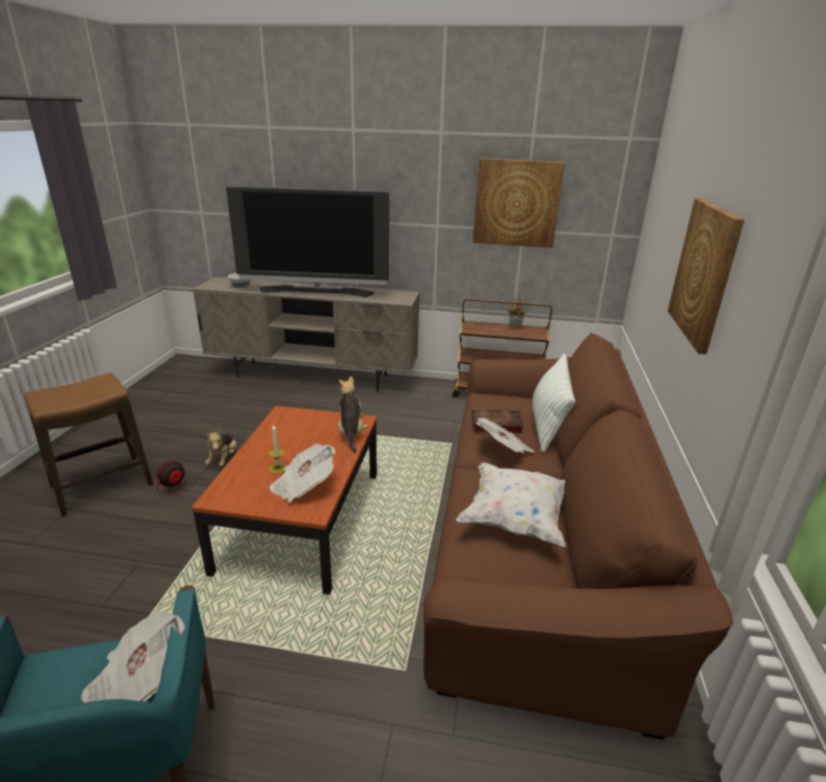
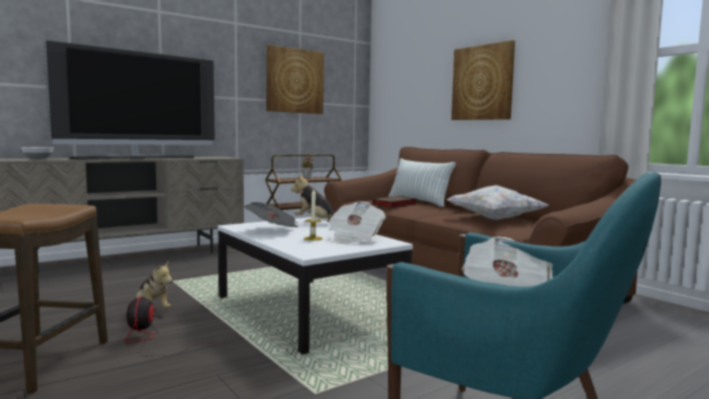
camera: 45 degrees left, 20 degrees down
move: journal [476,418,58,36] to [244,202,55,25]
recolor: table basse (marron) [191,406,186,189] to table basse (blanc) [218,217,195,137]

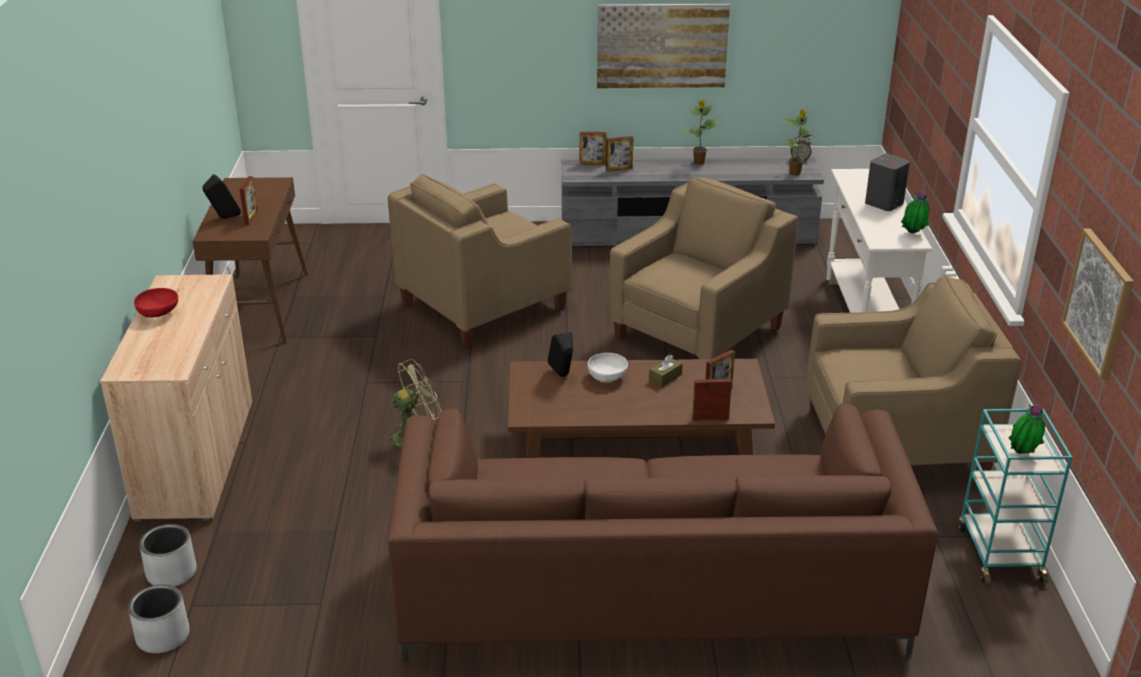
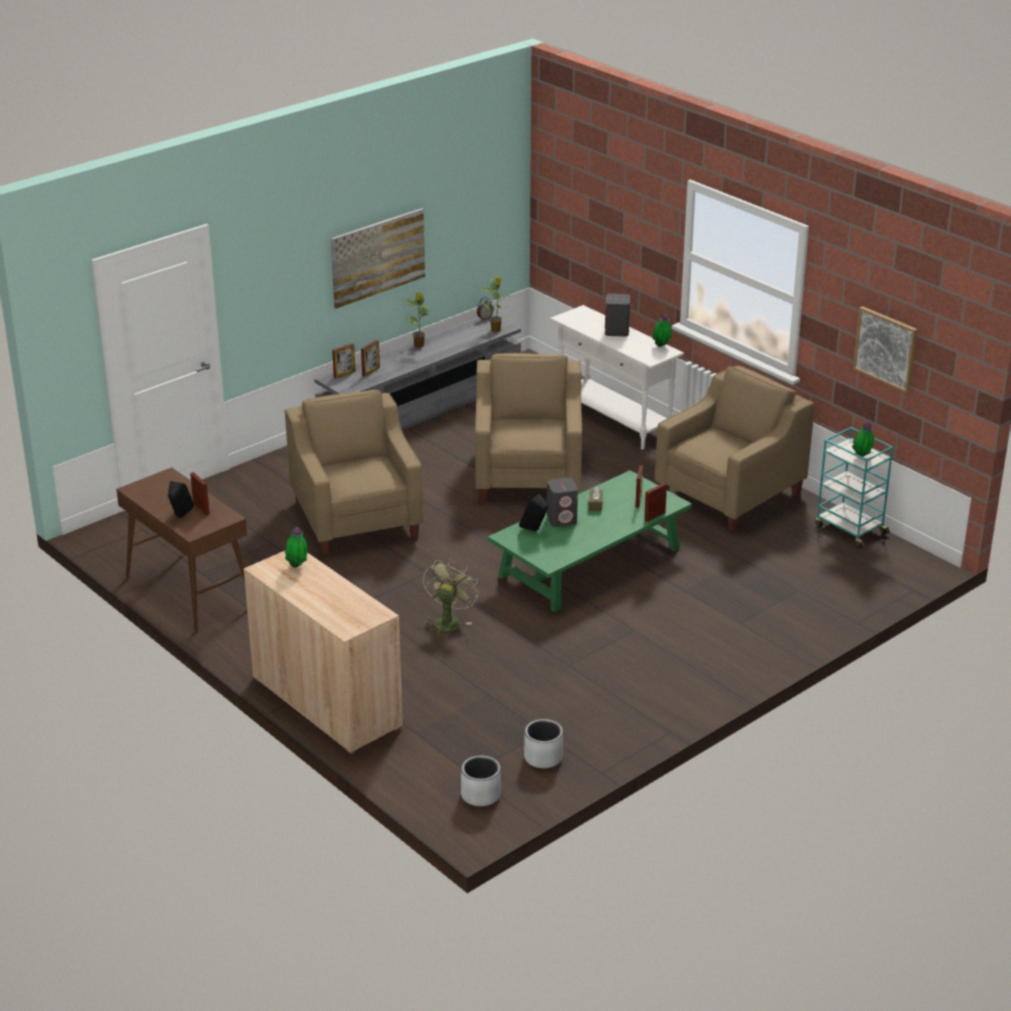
camera: 40 degrees left, 0 degrees up
delete: bol (rouge) [134,288,44,30]; canapé (marron) [388,404,550,259]
insert: plante en pot [285,527,23,41]
move: cache-pot (gris) [139,524,58,63] to [524,719,39,49]
replace: bol (blanc) [588,353,40,29] to enceinte (gris) [547,477,31,50]
recolor: table basse (marron) [508,359,267,99] to table basse (vert) [488,470,204,142]
rotate: fauteuil (beige) [388,174,184,174] = [285,390,138,166] 150 degrees clockwise

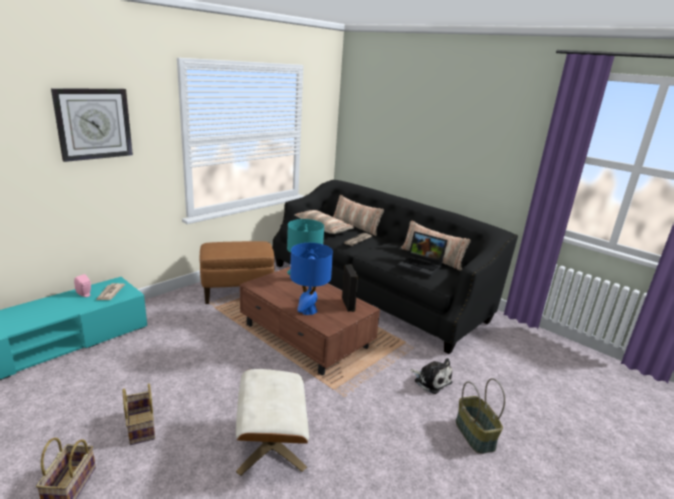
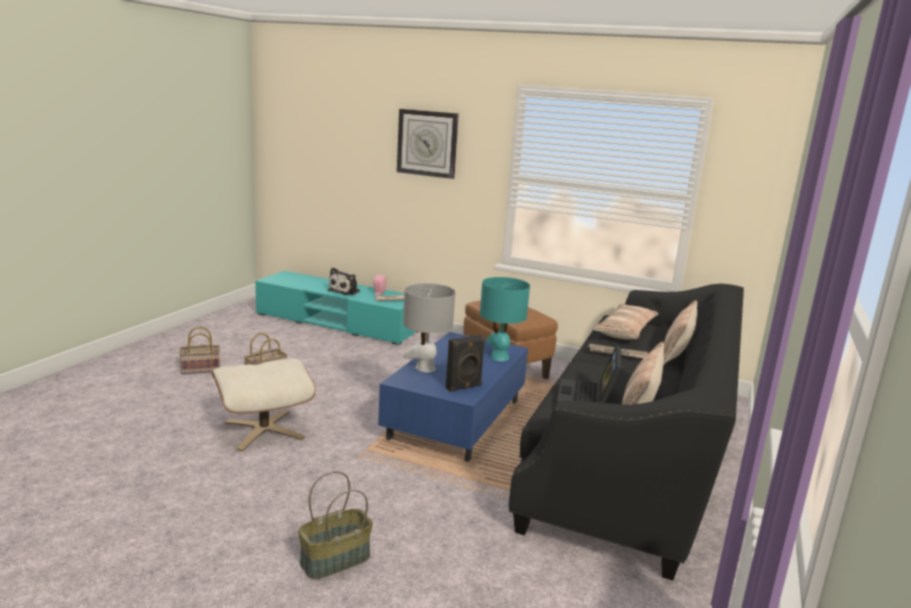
camera: 70 degrees right, 5 degrees down
move: peluche [410,358,42,36] to [327,268,33,27]
recolor: table basse (marron) [240,267,140,109] to table basse (bleu) [378,332,150,130]; lampe de table (bleu) [290,243,43,72] to lampe de table (gris) [403,283,52,90]

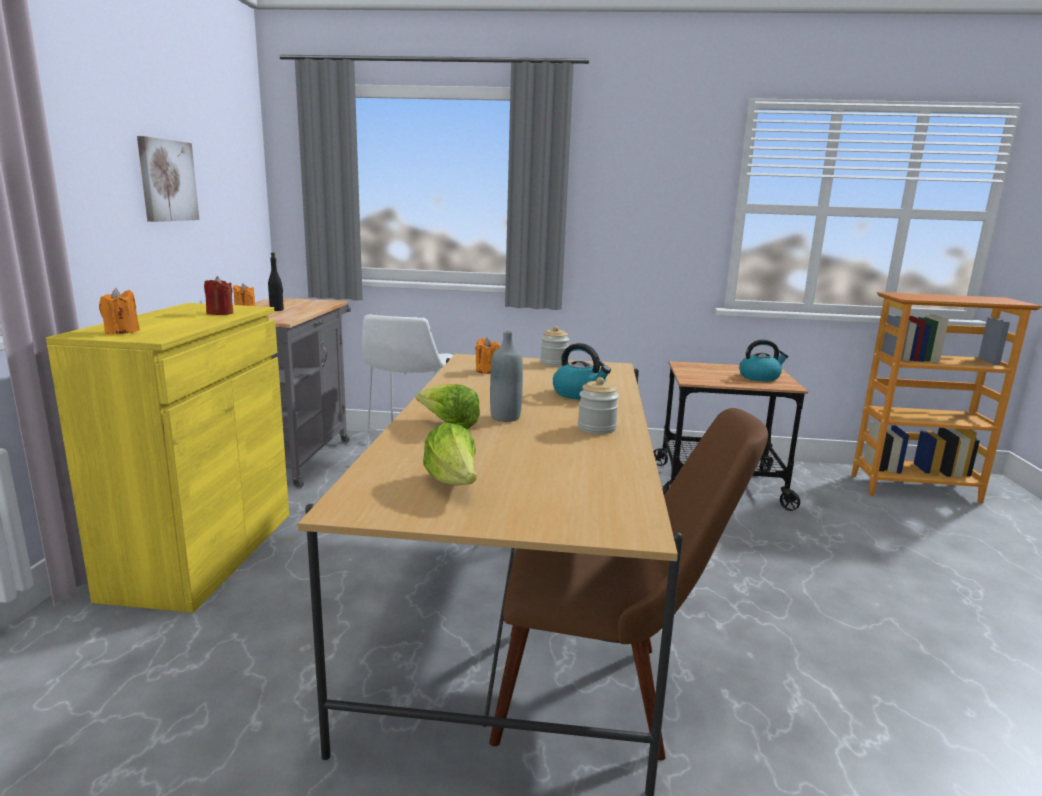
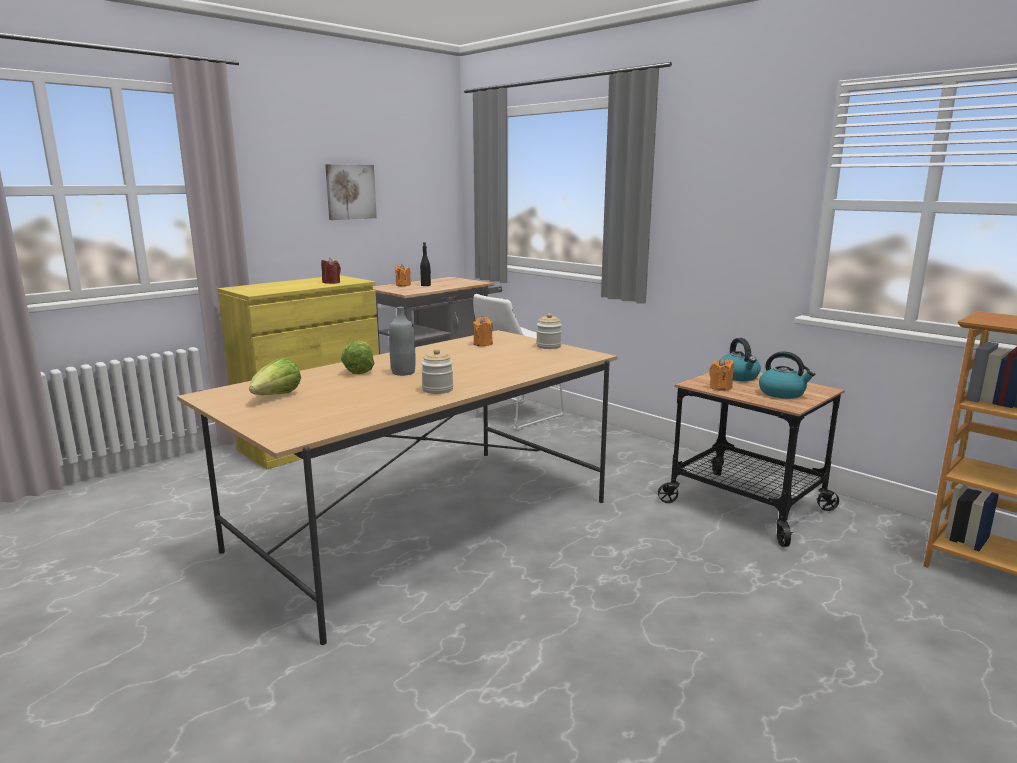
camera: 40 degrees right, 0 degrees up
delete: chaise (marron) [489,408,279,352]
move: bougie (orange) [99,288,41,46] to [709,358,25,33]; bouilloire [553,343,58,57] to [719,338,42,43]

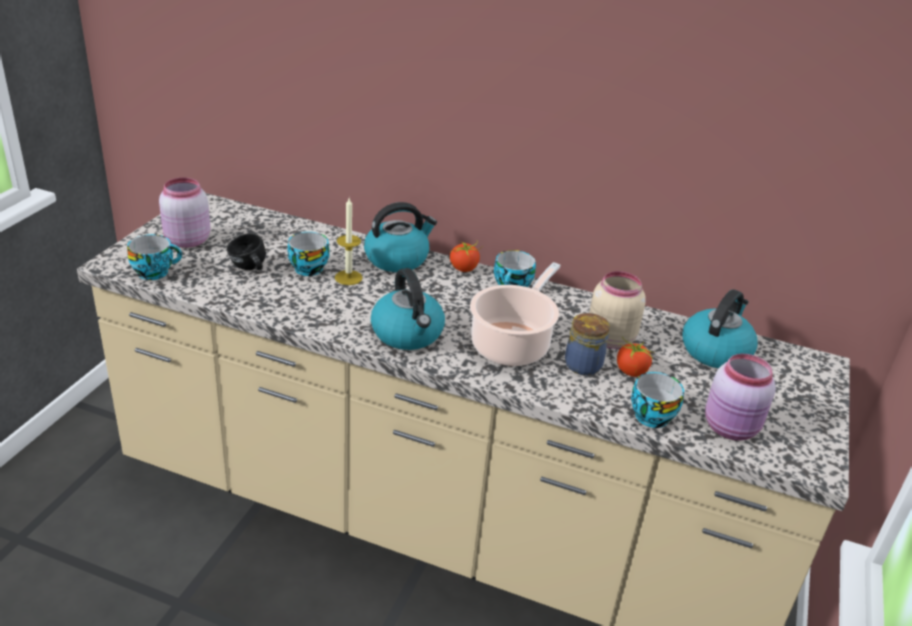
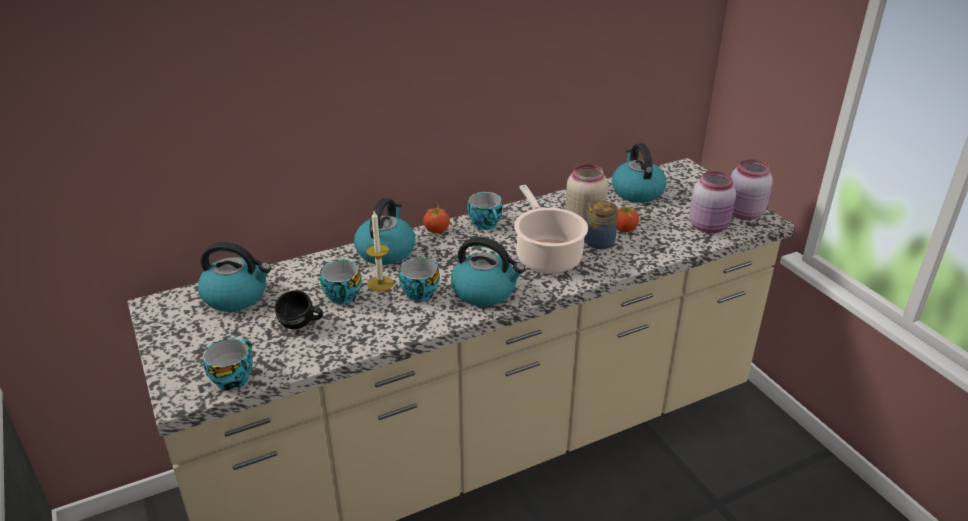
camera: 45 degrees left, 0 degrees up
insert: bouilloire [198,242,73,70]
move: bocal (rose) [159,178,52,70] to [731,159,42,61]; tasse [631,372,53,56] to [399,258,40,44]

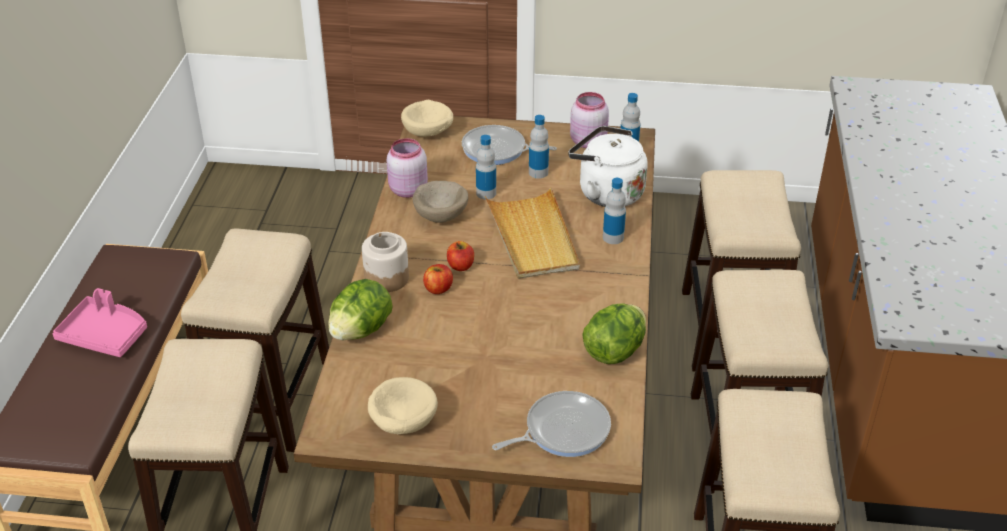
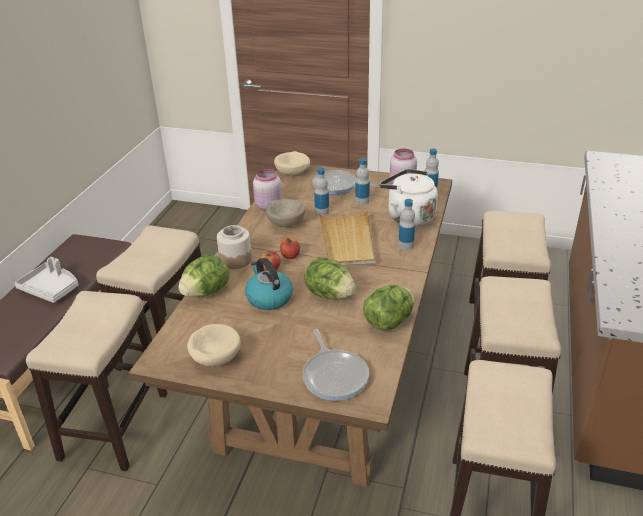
camera: 10 degrees right, 5 degrees down
insert: bouilloire [245,258,48,52]; laitue [304,257,52,42]
recolor: plateau (rose) [53,288,94,69] to plateau (gris) [15,257,63,46]
rotate: poêle [492,391,119,66] = [302,329,67,72] 90 degrees clockwise

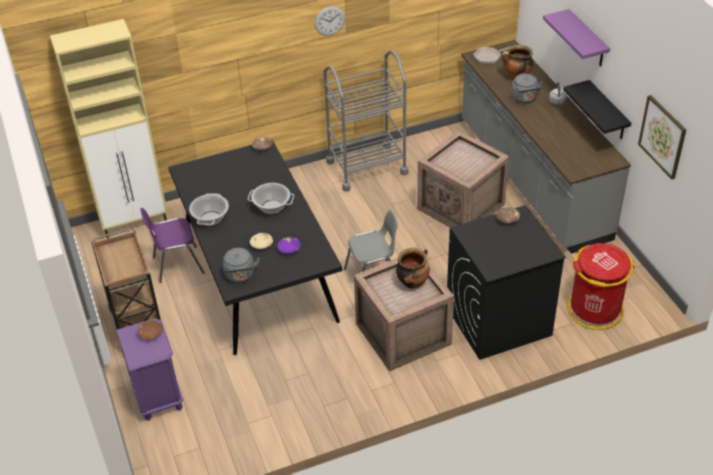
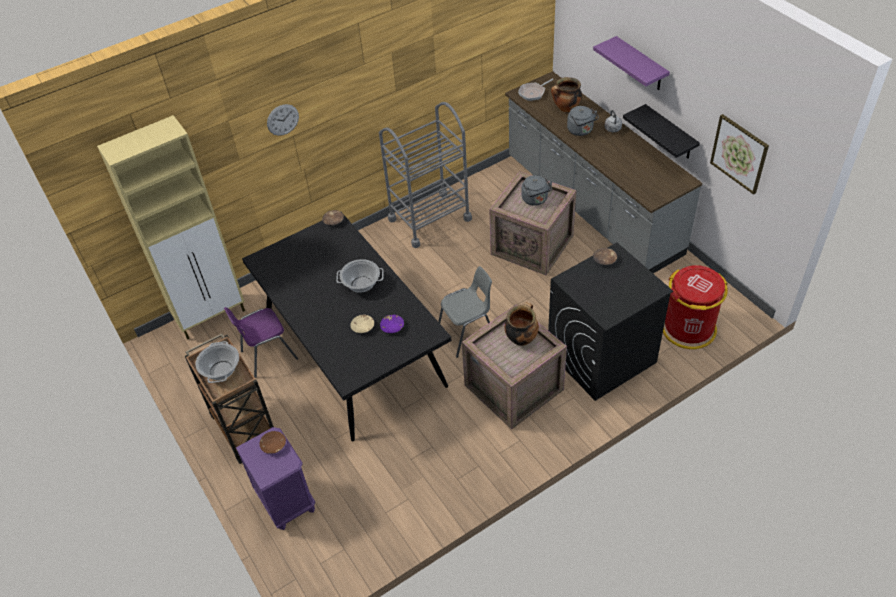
camera: 10 degrees left, 5 degrees up
move: marmite [189,193,40,33] to [195,341,44,42]; bouilloire (gris) [223,248,37,35] to [521,175,31,31]; horloge murale [315,6,30,30] to [267,104,32,32]

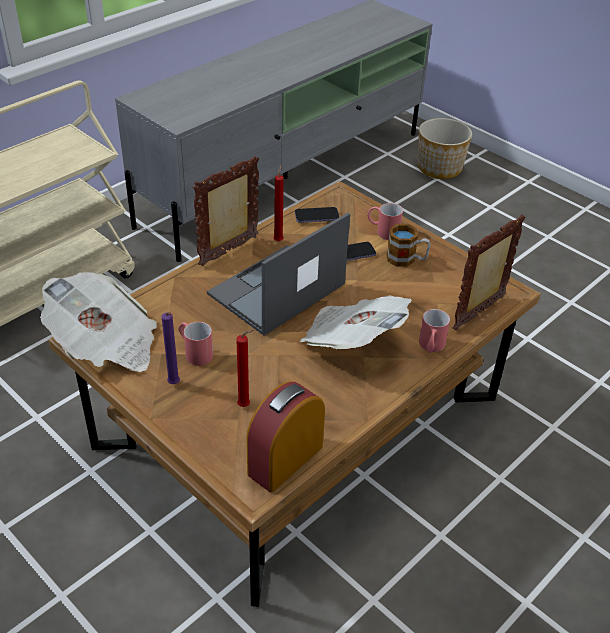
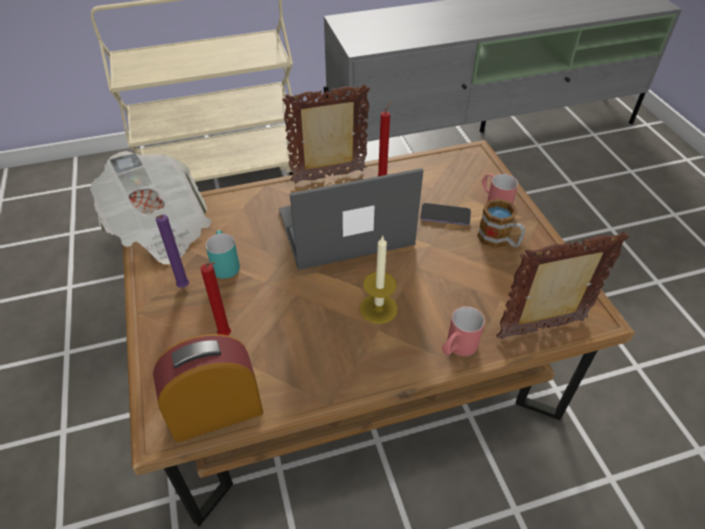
camera: 30 degrees right, 5 degrees up
delete: téléphone [295,207,44,16]; cache-pot [418,118,54,61]
replace: journal [299,295,113,54] to bougie [360,235,38,89]
recolor: mug (rouge) [178,322,35,44] to mug (turquoise) [205,230,35,49]

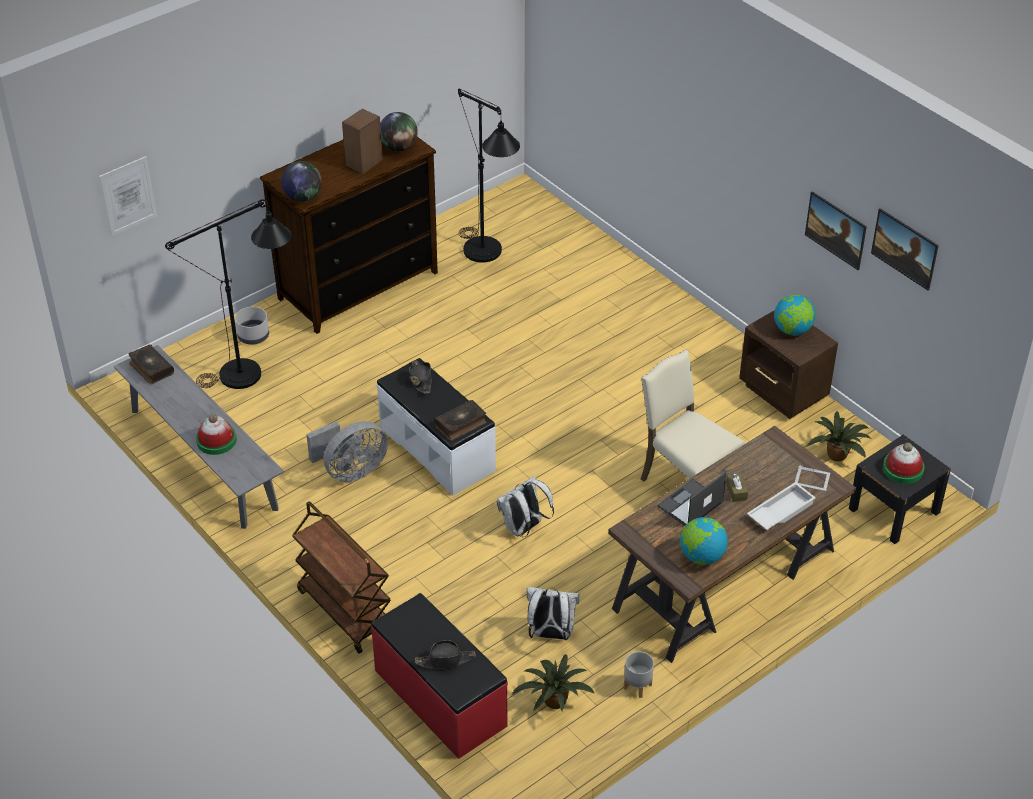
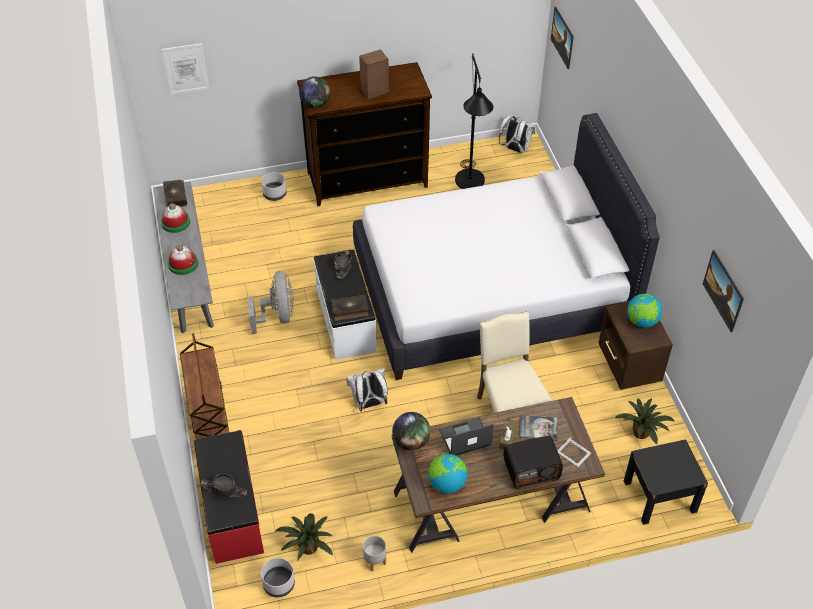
camera: 25 degrees right, 5 degrees up
delete: lampadaire (noir) [165,199,126,190]
insert: cache-pot (gris) [261,558,34,39]; lit (blanc) [353,113,307,267]; livre [520,415,38,26]
move: globe [380,112,38,39] to [392,412,39,38]; sac à dos (blanc) [526,587,53,53] to [499,115,36,38]; tableau [805,191,62,79] to [551,7,23,62]; chapeau [883,443,41,41] to [161,203,29,30]
replace: plateau (blanc) [747,482,69,48] to radio [504,436,59,53]
rotate: ventilateur (gris) [306,421,82,61] = [248,271,46,63] 90 degrees counterclockwise

